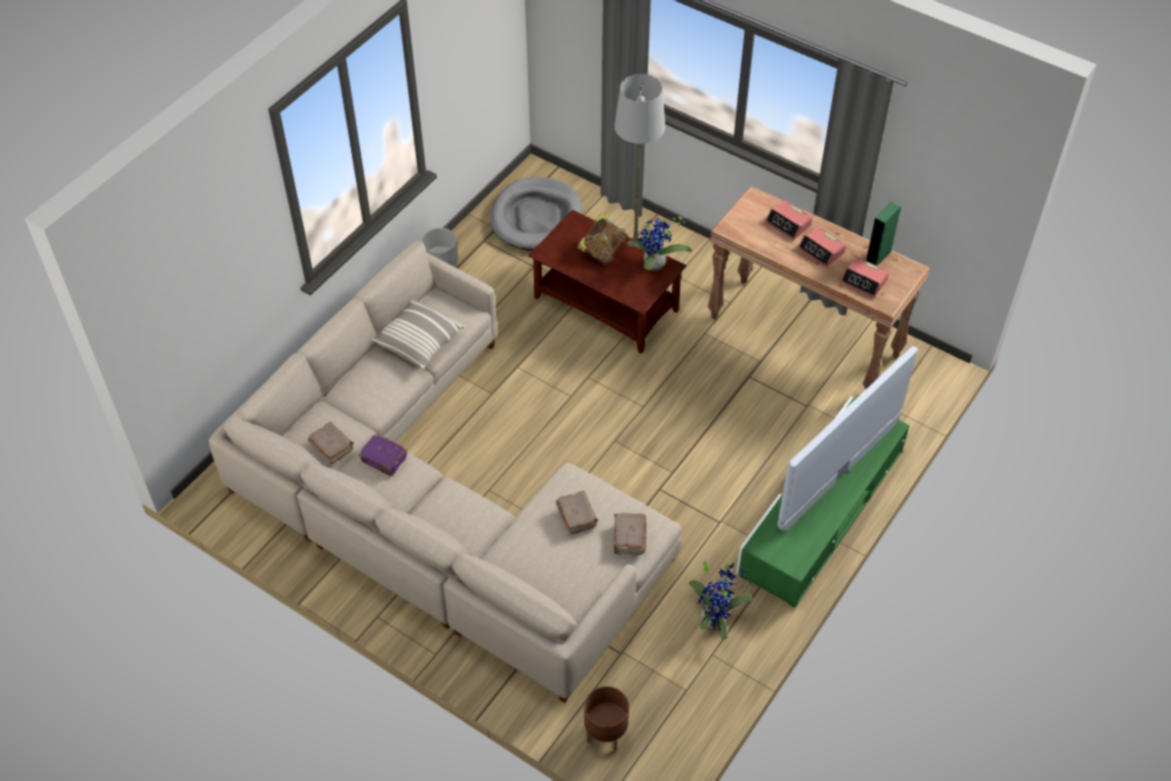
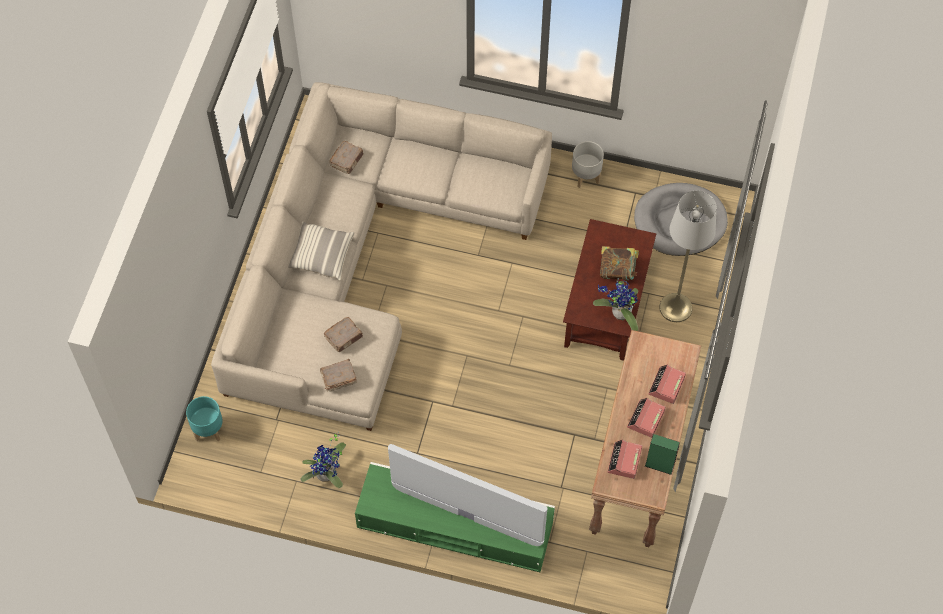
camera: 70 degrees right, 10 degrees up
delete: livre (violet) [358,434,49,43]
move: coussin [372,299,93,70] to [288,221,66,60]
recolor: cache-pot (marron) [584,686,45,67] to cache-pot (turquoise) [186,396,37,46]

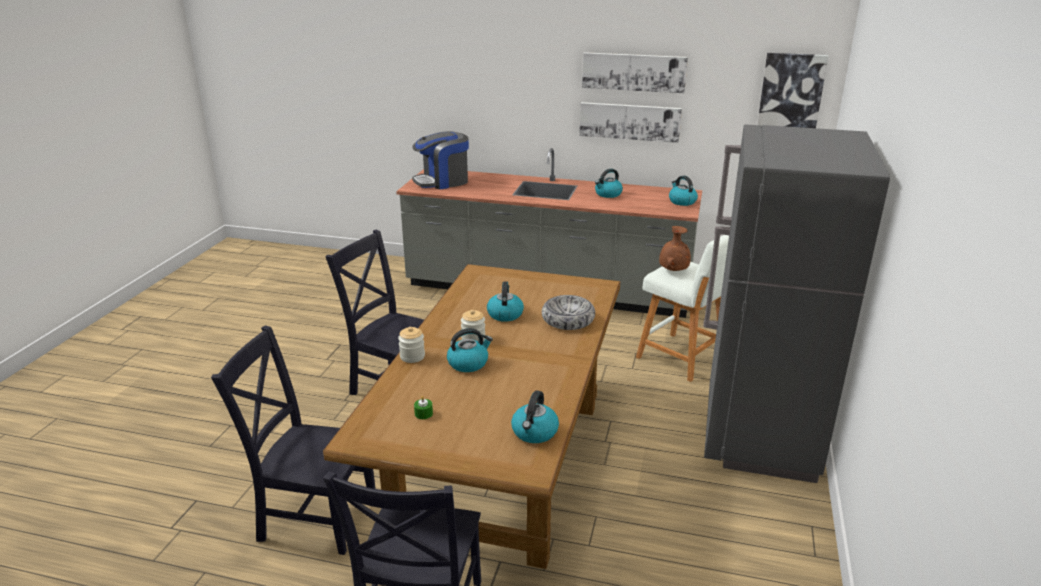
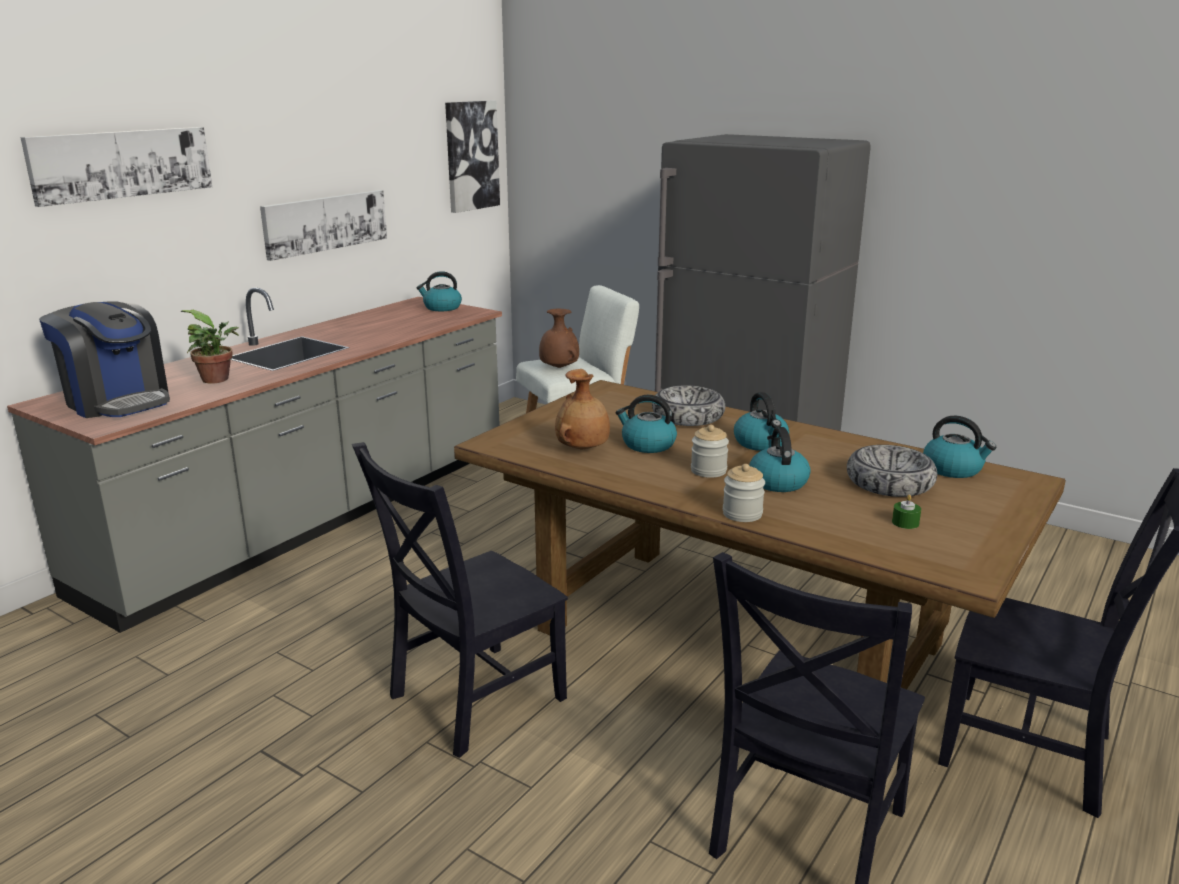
camera: 70 degrees left, 5 degrees down
insert: plante en pot [181,310,58,74]; vase (marron) [555,369,55,81]; bol [847,445,90,52]
move: tableau [582,52,106,41] to [20,127,192,80]; bouilloire [595,169,28,29] to [734,392,55,59]
rotate: machine à café [412,131,57,58] = [39,301,131,117] 45 degrees counterclockwise

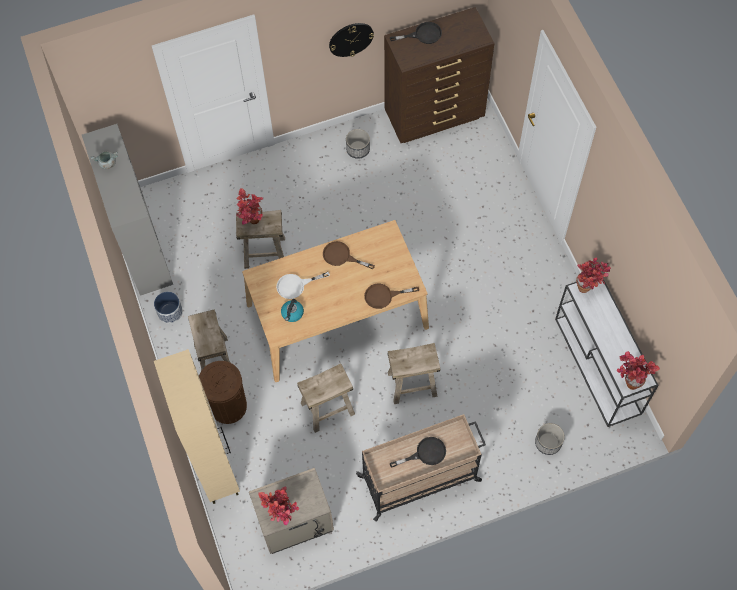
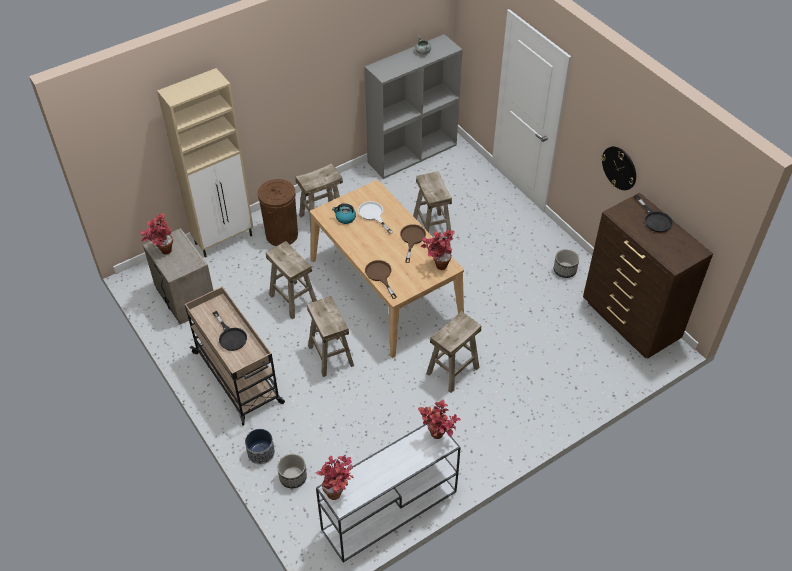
camera: 75 degrees right, 15 degrees down
insert: tabouret (beige) [426,311,56,82]
move: cache-pot [154,292,29,32] to [245,429,30,35]; plante en pot [236,188,27,37] to [421,230,34,40]

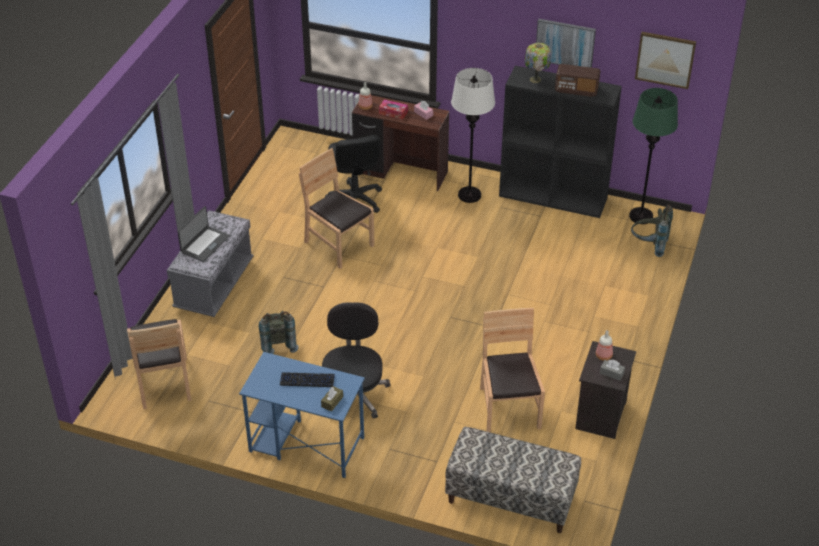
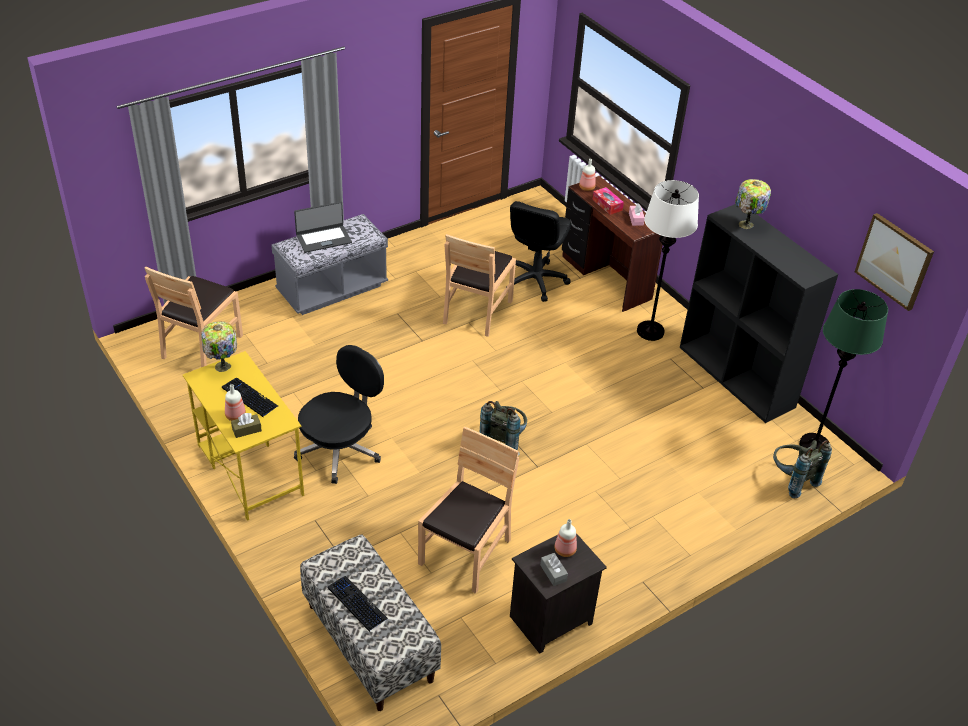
camera: 35 degrees right, 0 degrees up
delete: tableau [536,19,60,49]; radio [555,64,45,33]
insert: lampe de table [201,321,36,51]; bouteille [225,384,21,37]; clavier [327,576,61,56]
move: sac à dos (gris) [259,311,40,43] to [479,401,48,55]
recolor: bureau (bleu) [239,352,126,126] to bureau (jaune) [183,351,121,170]
rotate: chaise (marron) [299,148,76,121] = [443,234,73,103] 150 degrees counterclockwise

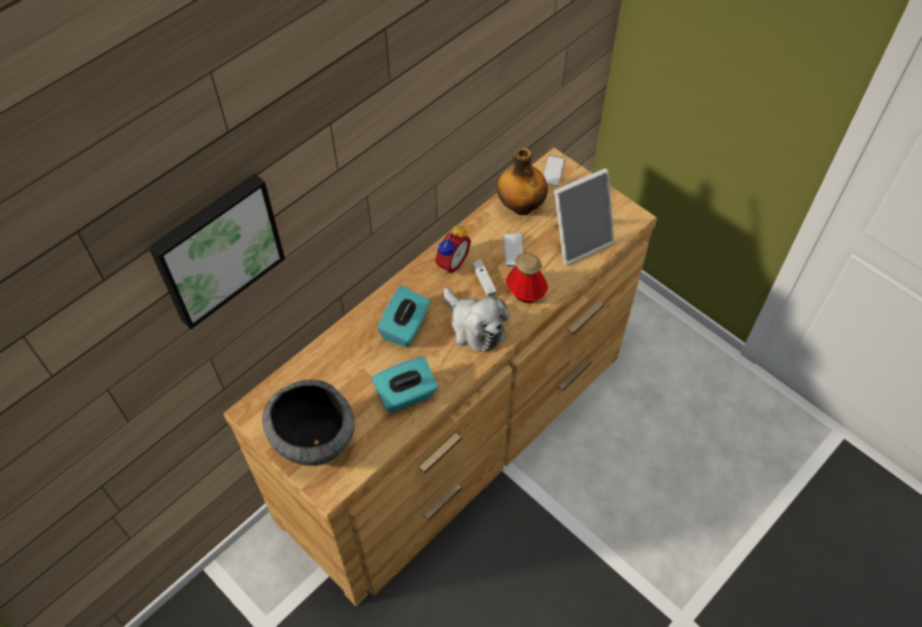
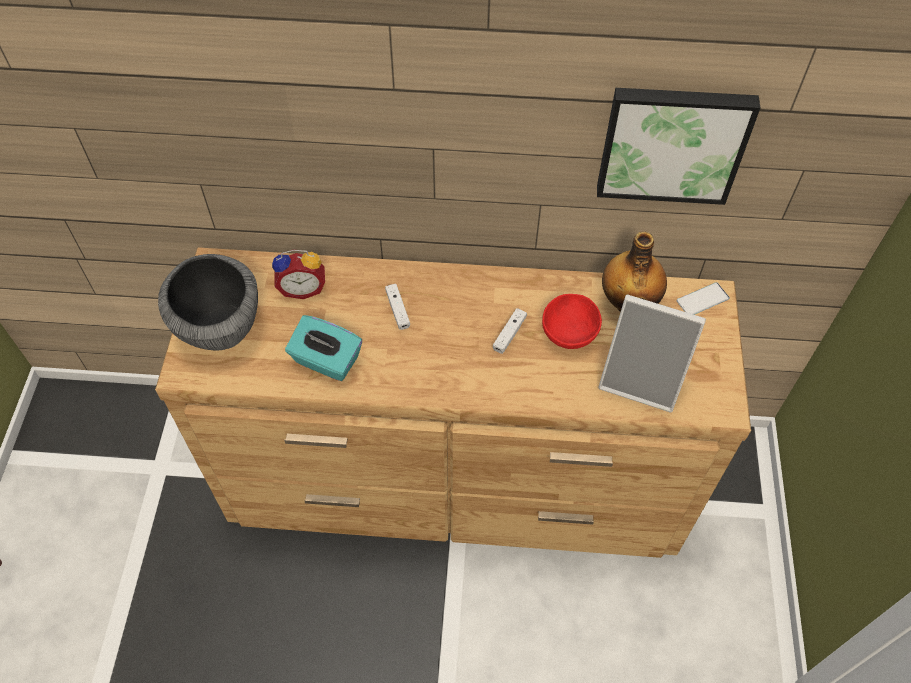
camera: 50 degrees right, 0 degrees up
delete: peluche [444,288,66,64]; bouteille [506,253,42,50]
move: tableau [148,173,137,156] to [597,88,163,117]; réveil [433,225,38,48] to [272,250,53,49]
replace: boîte à mouchoirs (turquoise) [377,286,53,61] to manette (blanc) [385,284,25,46]; téléphone [503,233,21,33] to bol (rouge) [542,294,60,55]

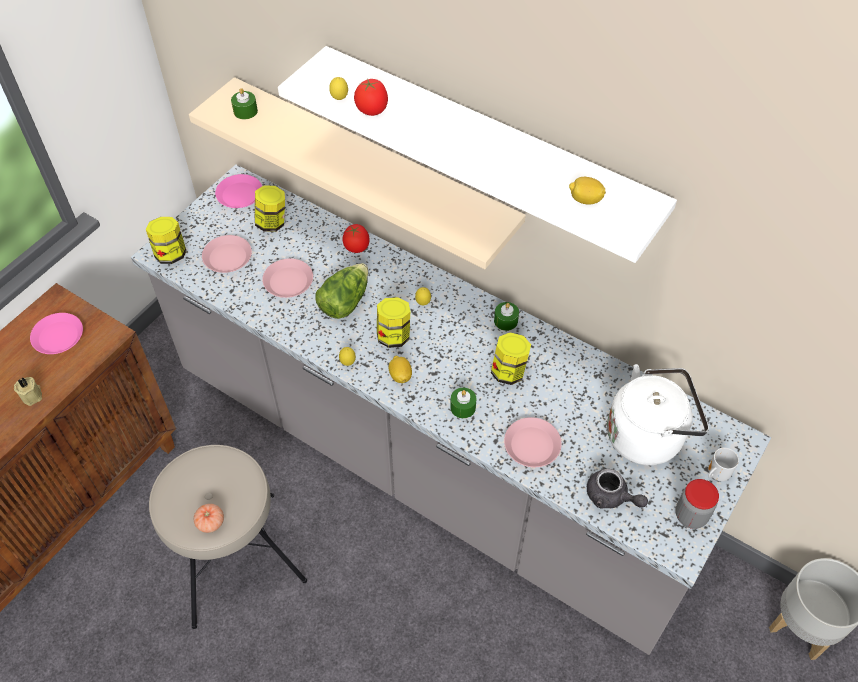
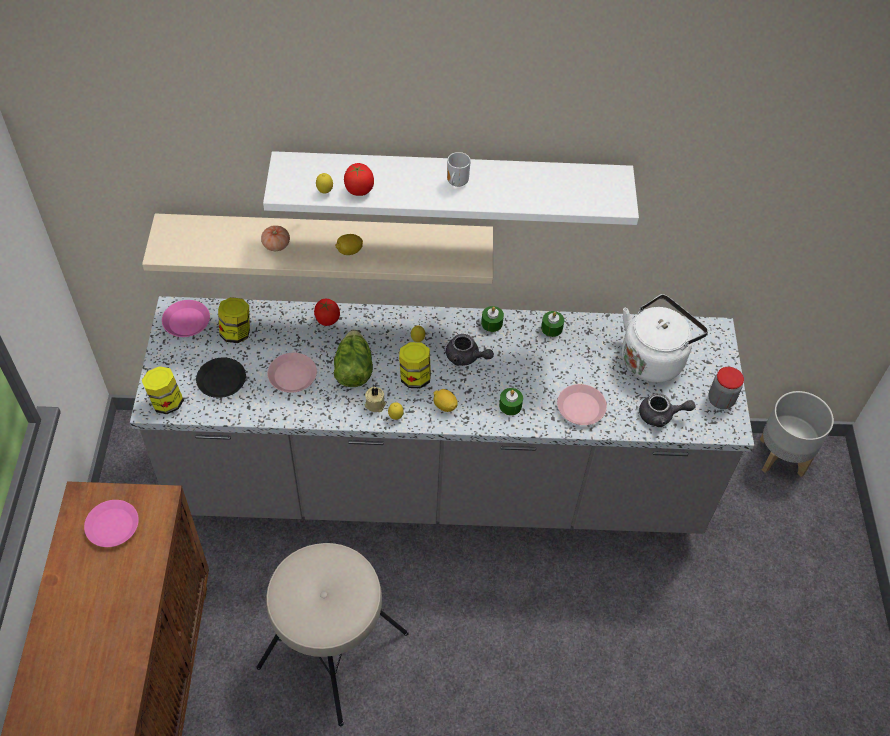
camera: 35 degrees left, 0 degrees up
delete: bocal [491,332,40,53]
insert: théière (gris) [446,334,48,32]
move: bougie (beige) [14,377,28,29] to [365,387,21,25]; tomate [194,504,30,29] to [261,225,29,26]; bougie (vert) [231,88,27,32] to [541,311,23,26]; citron [569,177,37,28] to [335,234,28,21]; mug [708,448,31,33] to [447,152,24,35]
recolor: assiette (rose) [202,235,50,38] to assiette (noir) [196,357,50,41]

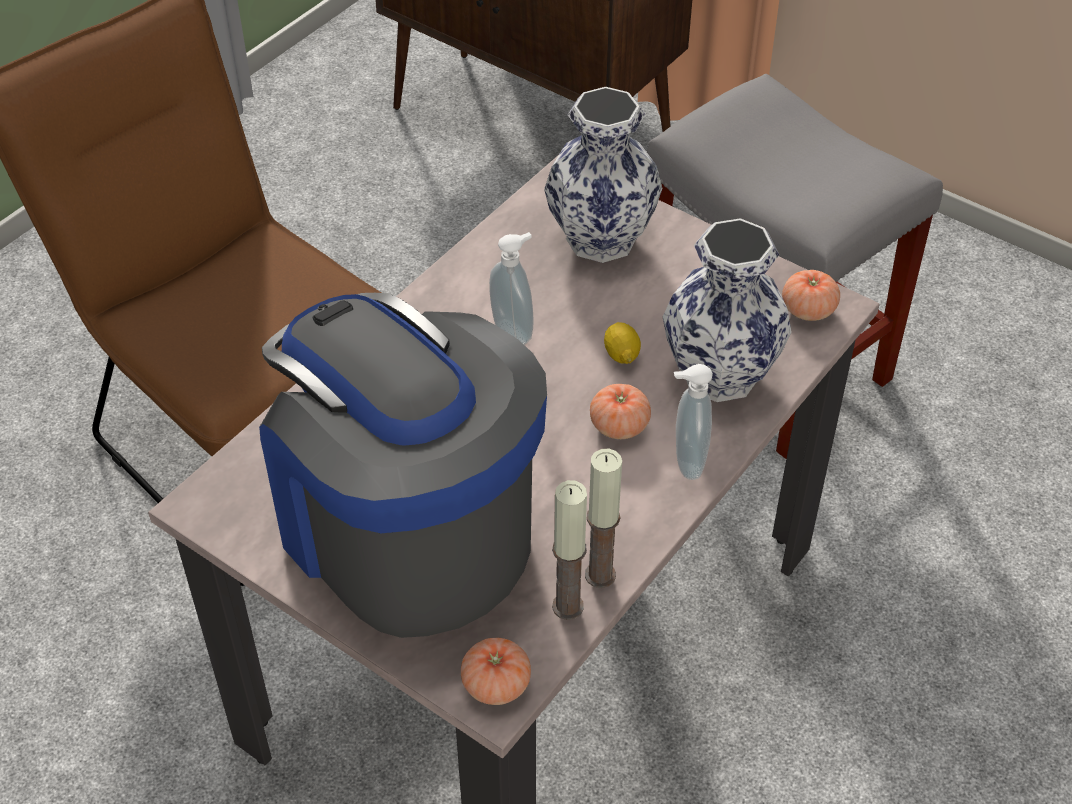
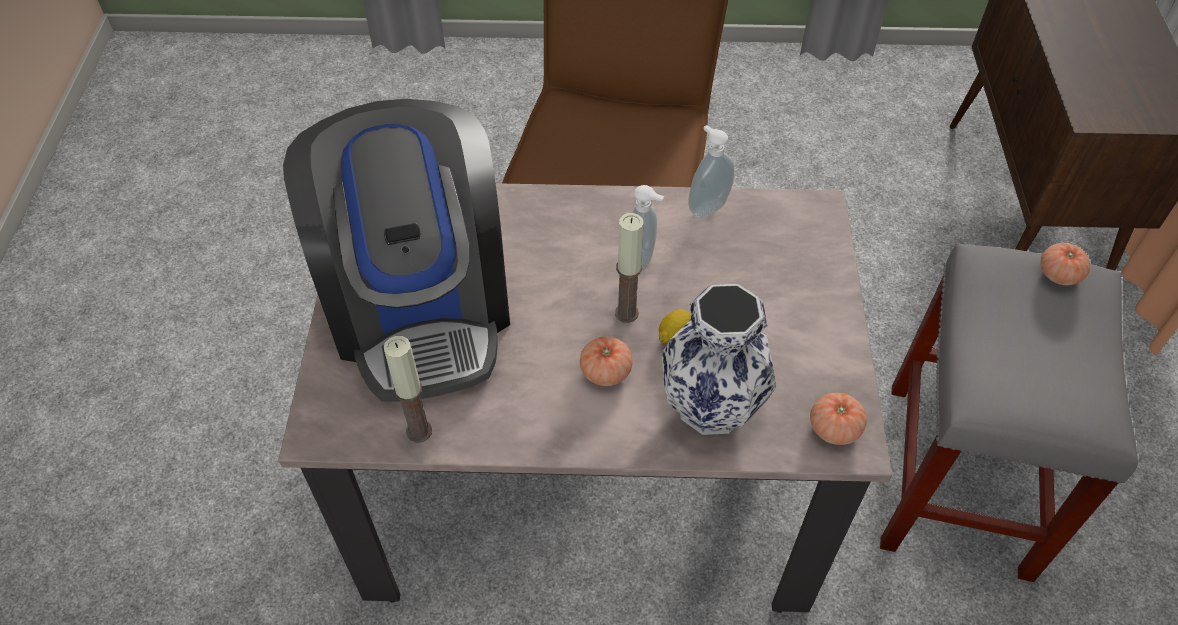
camera: 55 degrees right, 5 degrees up
delete: vase [544,87,119,176]
move: tomate [461,638,70,67] to [1041,243,49,42]; bougie [585,449,37,139] to [615,213,29,110]; distributeur de savon [674,364,39,116] to [688,125,47,93]
rotate: machine à café [259,293,288,345] = [283,99,227,303] 150 degrees clockwise

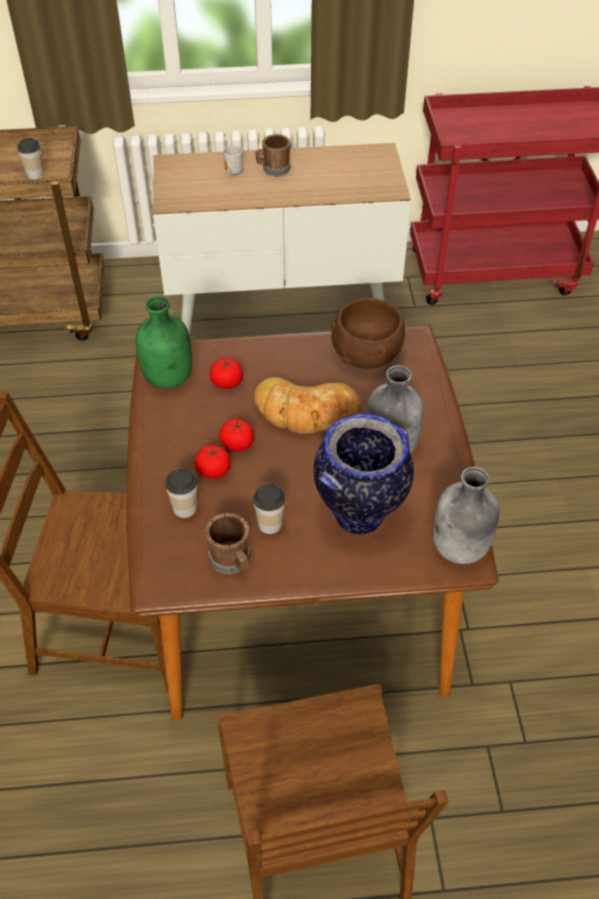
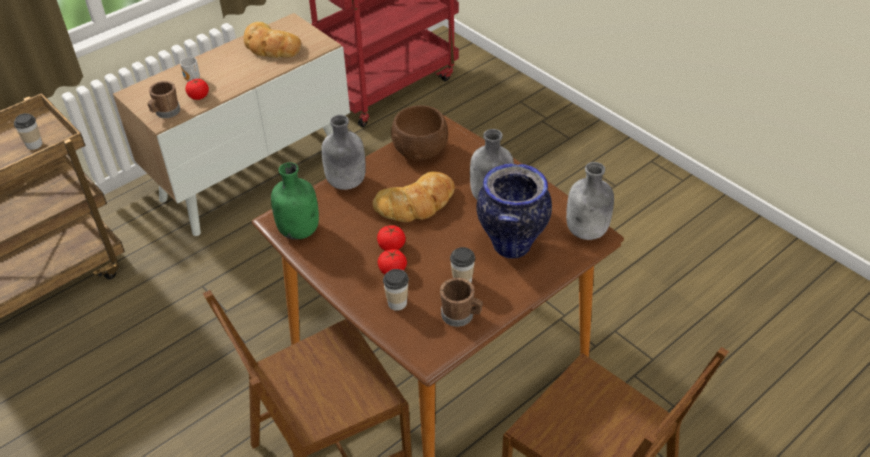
camera: 35 degrees left, 5 degrees down
insert: pain [244,22,57,36]; bouteille (gris) [321,115,45,75]
move: tomate [210,358,33,31] to [185,78,24,22]; mug (marron) [255,134,36,43] to [147,81,34,37]

